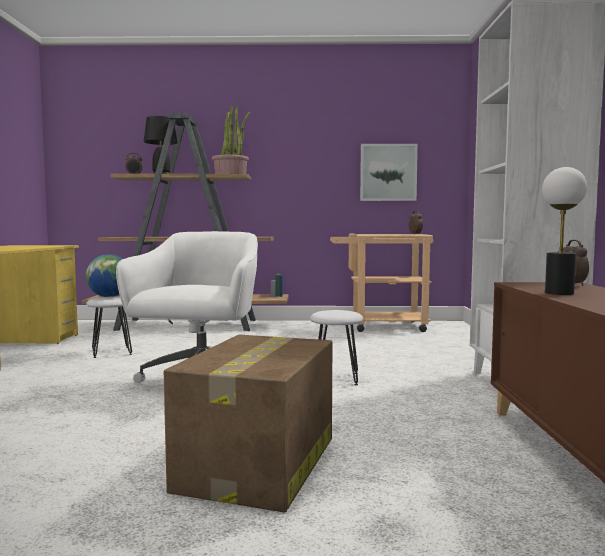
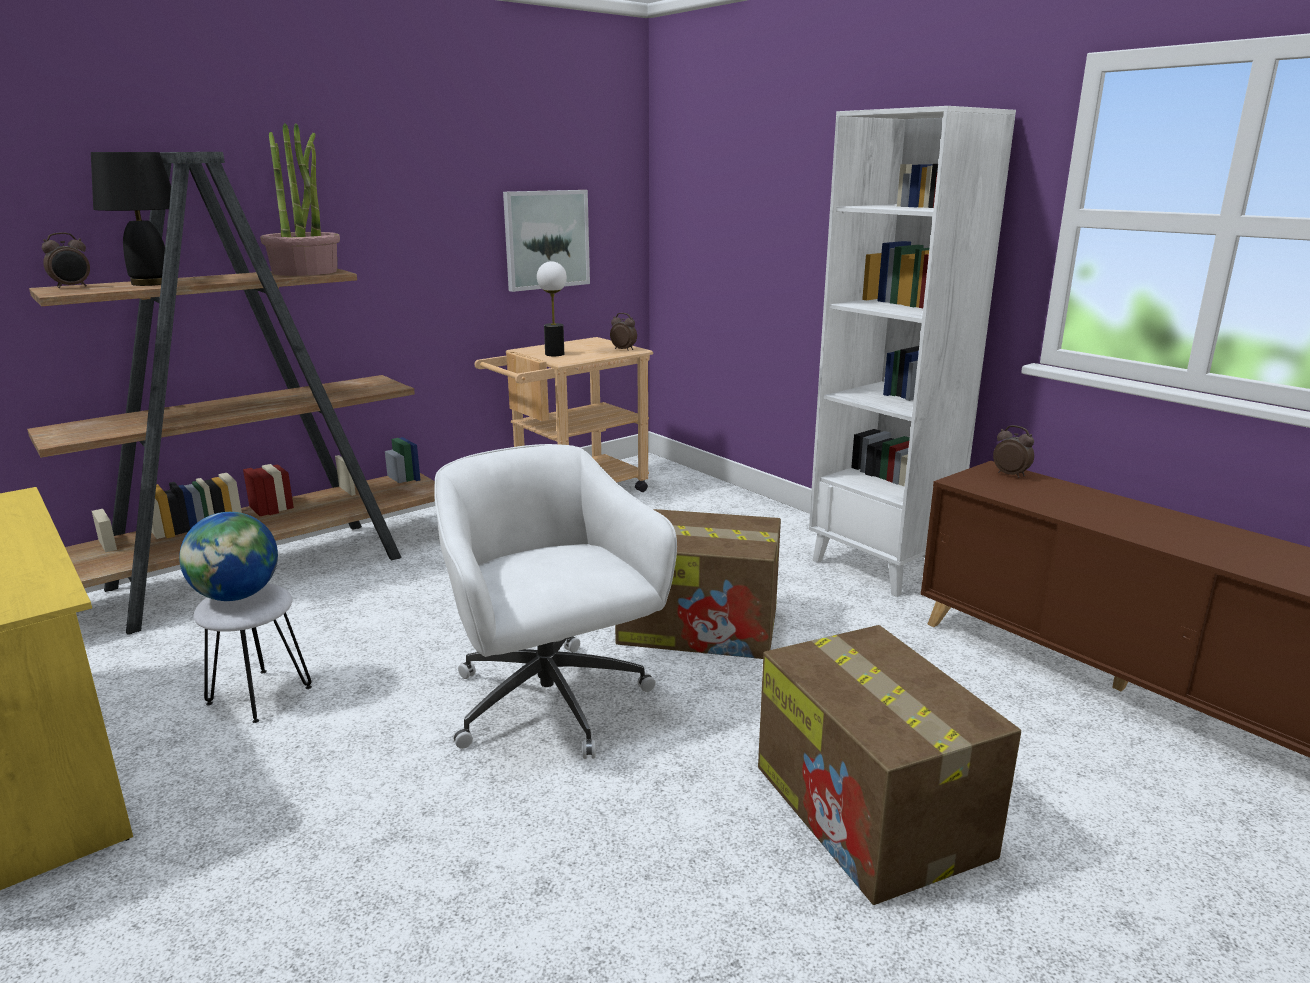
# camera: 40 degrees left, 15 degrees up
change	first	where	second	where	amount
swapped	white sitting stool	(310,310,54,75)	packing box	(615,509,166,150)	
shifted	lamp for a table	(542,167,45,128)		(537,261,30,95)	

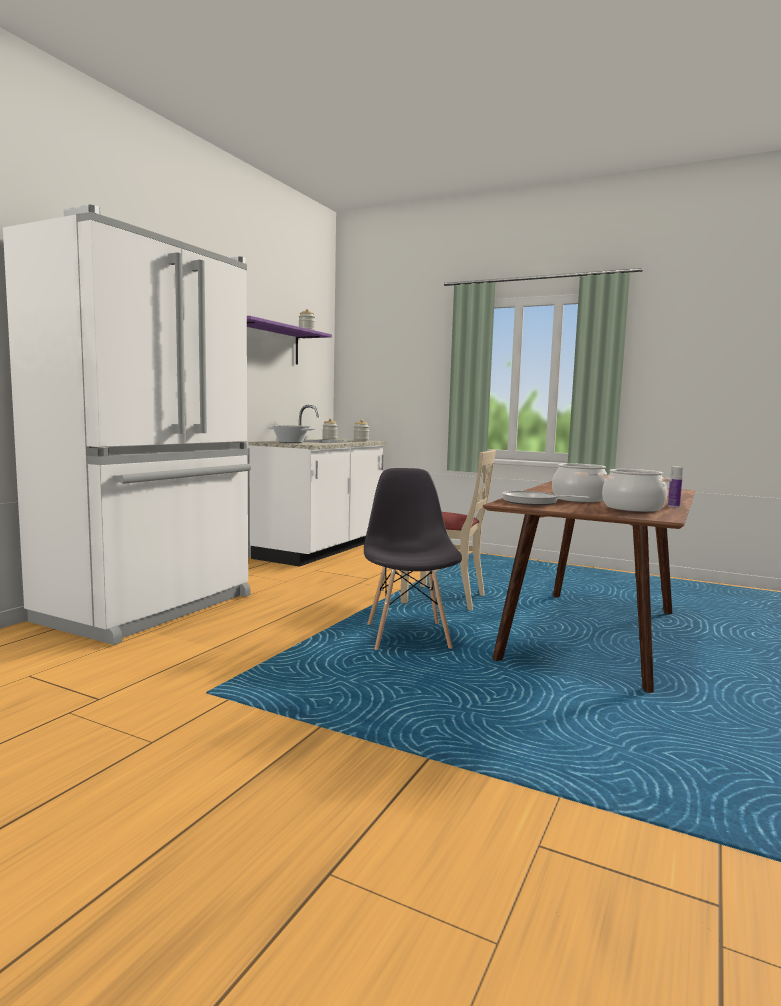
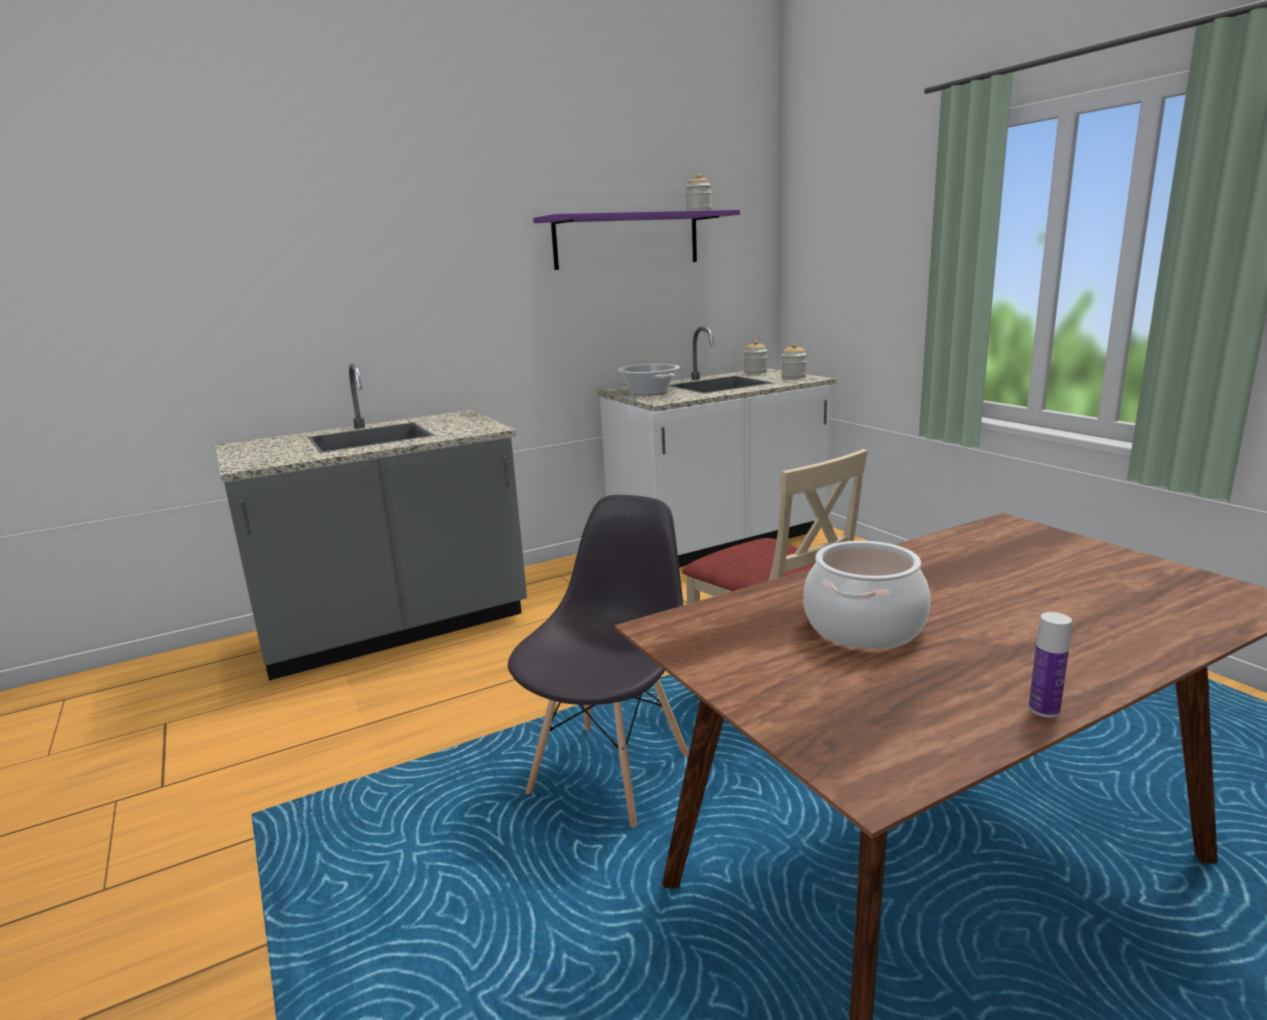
# camera: 35 degrees right, 10 degrees up
change	first	where	second	where	amount
swapped	white refrigerator	(3,204,248,441)	grey counter	(215,363,312,318)	
gone	frying pan	(502,491,88,14)			
gone	saucepot	(601,469,70,43)			

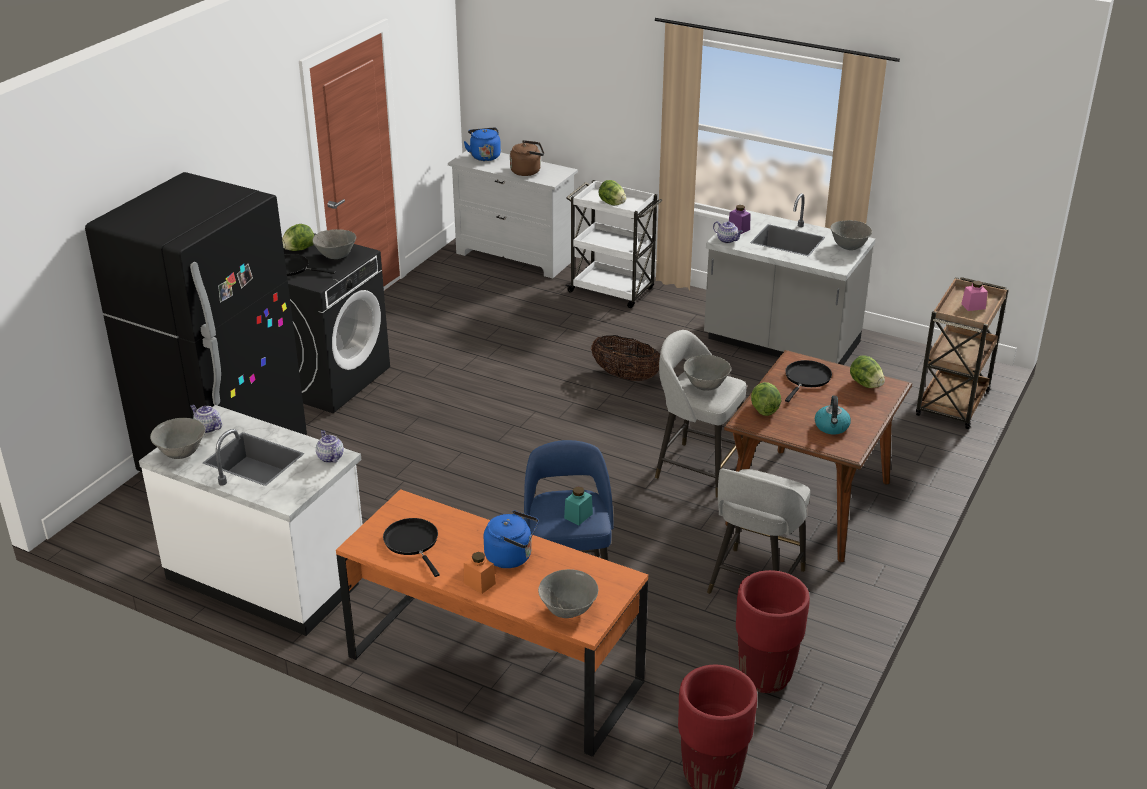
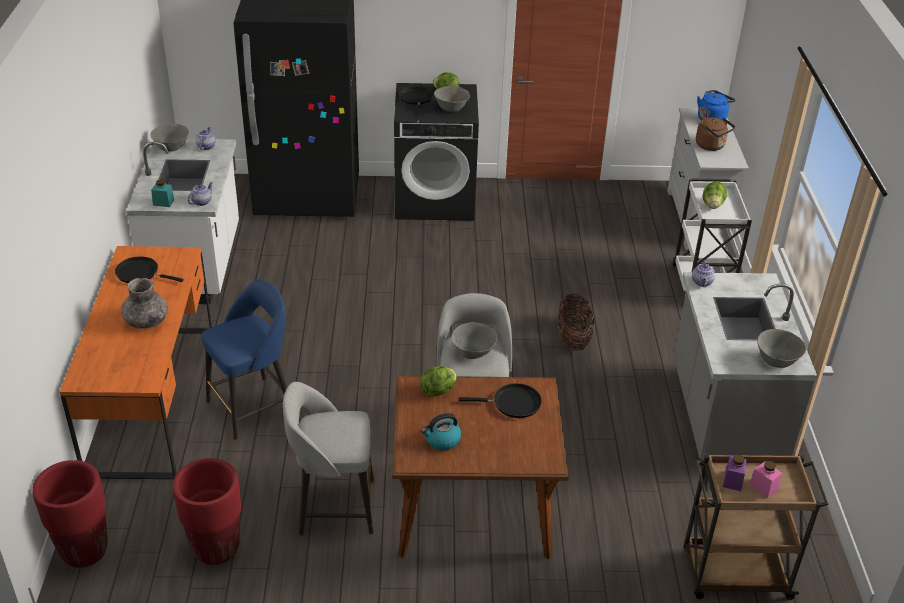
# camera: 60 degrees right, 5 degrees up
change	first	where	second	where	amount
rotated	blackish frying pan	(383,518,57,59)		(115,256,69,27)	105 degrees counterclockwise
gone	orange jar	(464,552,32,42)			
swapped	blue water kettle	(484,510,54,58)	grey flower vase	(121,278,47,51)	
gone	grey deep dish	(538,569,60,49)			
shifted	turquoise jar	(564,487,29,38)		(151,179,23,28)	
shifted	purple jar	(729,205,22,29)		(723,454,24,37)	
gone	lettuce head	(850,355,35,33)			

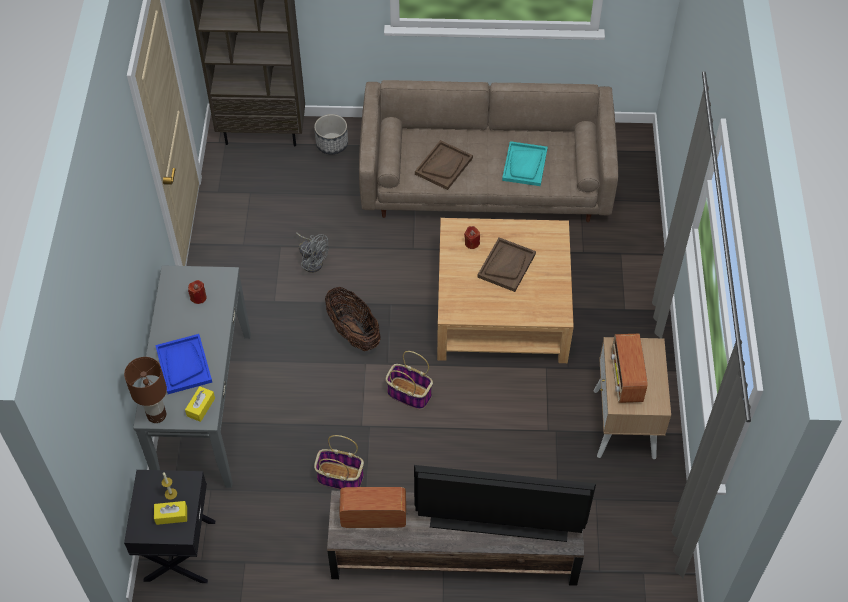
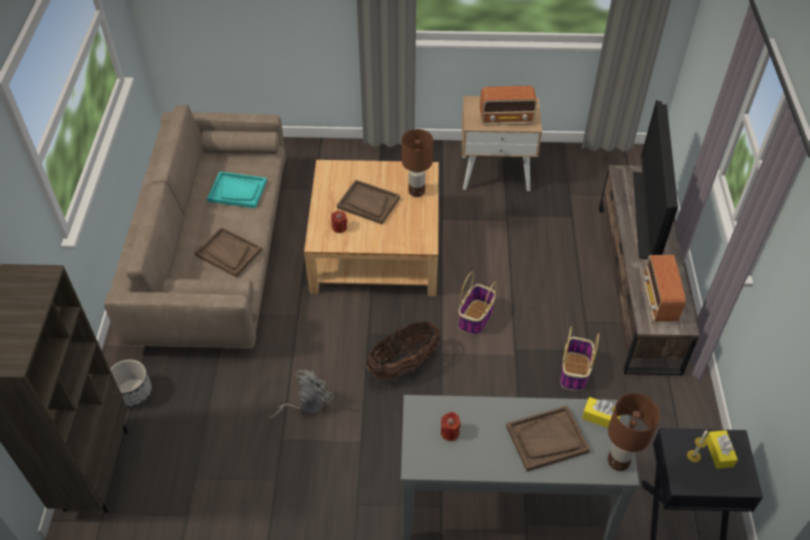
# camera: 90 degrees left, 5 degrees down
change	first	where	second	where	amount
repainted	blue serving tray	(155,334,57,60)	brown serving tray	(506,405,84,67)	
new			brown lamp for a table	(402,129,31,68)	

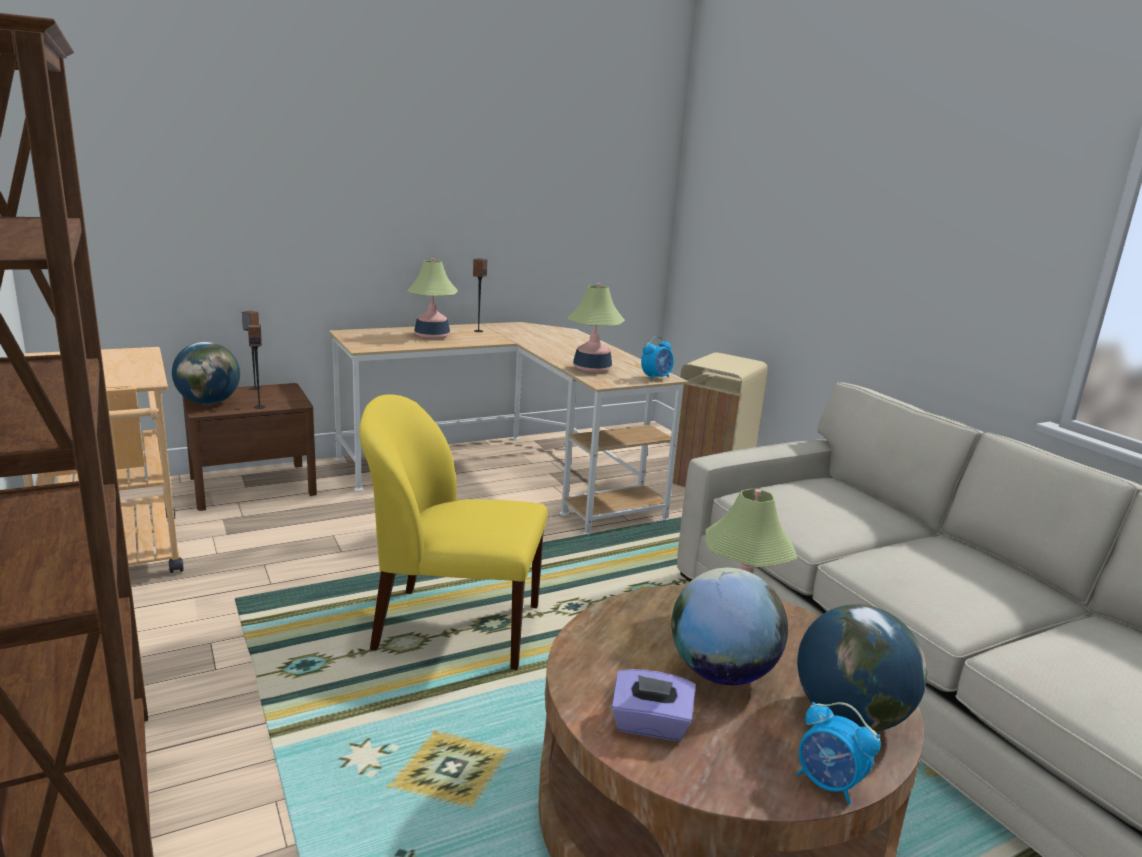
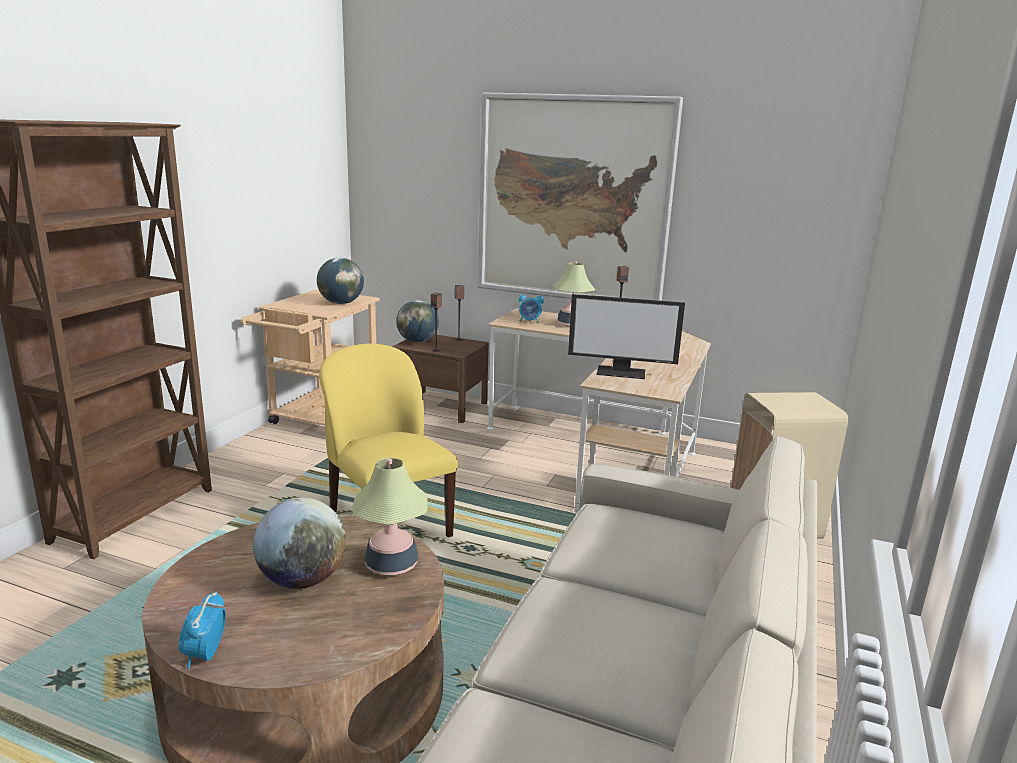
# camera: 50 degrees right, 0 degrees up
change	first	where	second	where	amount
swapped	lamp for a table	(566,283,59,90)	computer screen	(568,294,117,85)	
gone	purple tissue holder	(611,669,84,72)			
shifted	alarm clock	(641,336,33,45)		(518,291,26,32)	
shifted	desk globe	(797,604,130,127)		(317,258,47,46)	
new			picture	(478,92,205,209)	

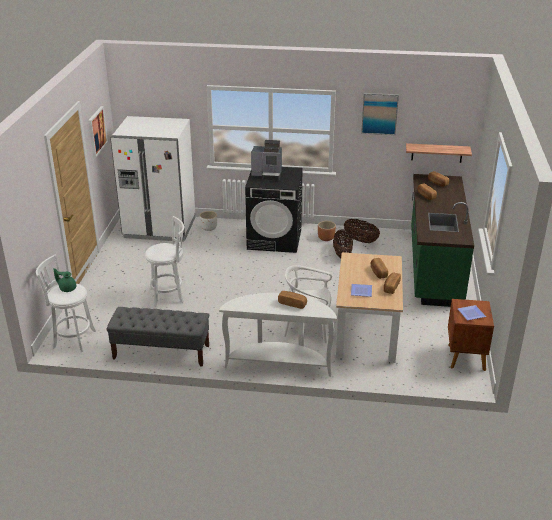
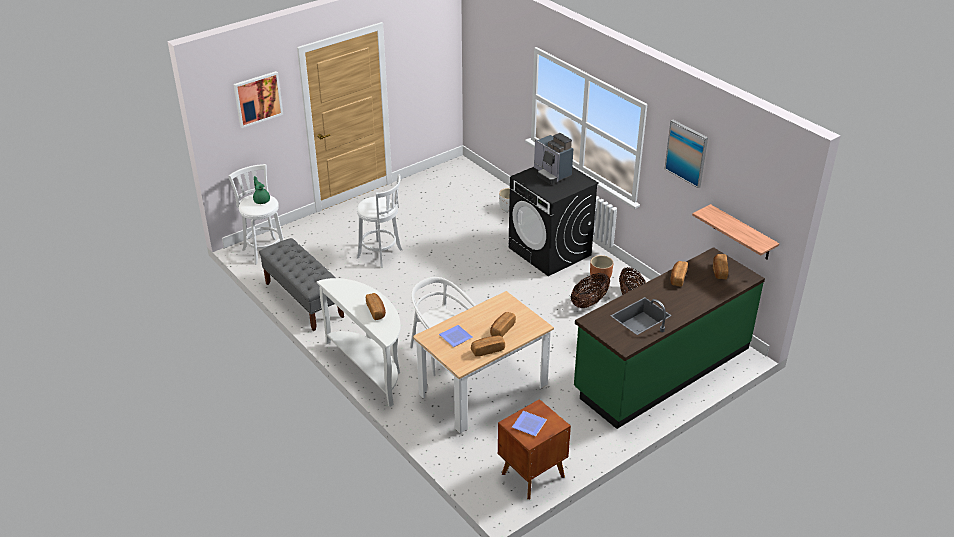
# camera: 45 degrees right, 5 degrees up
change	first	where	second	where	amount
shifted	picture	(88,106,20,51)		(234,71,49,57)	
gone	white refrigerator	(110,116,86,126)			

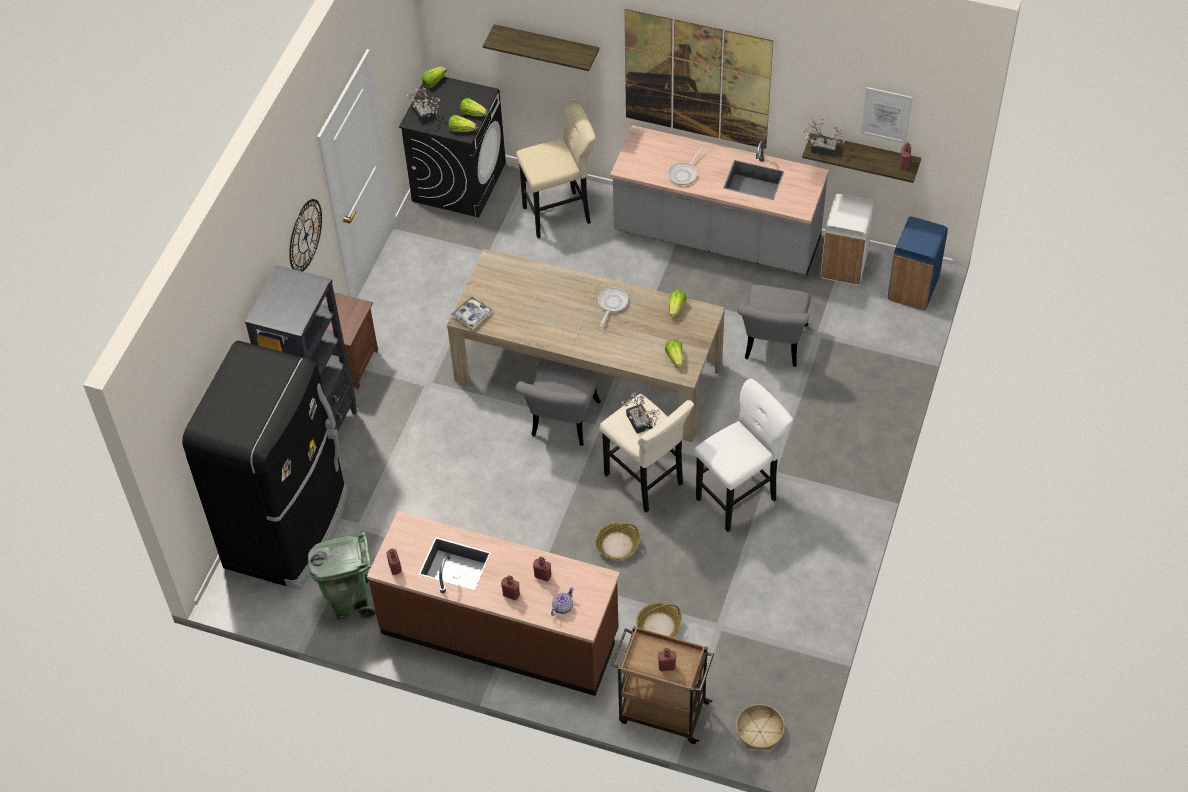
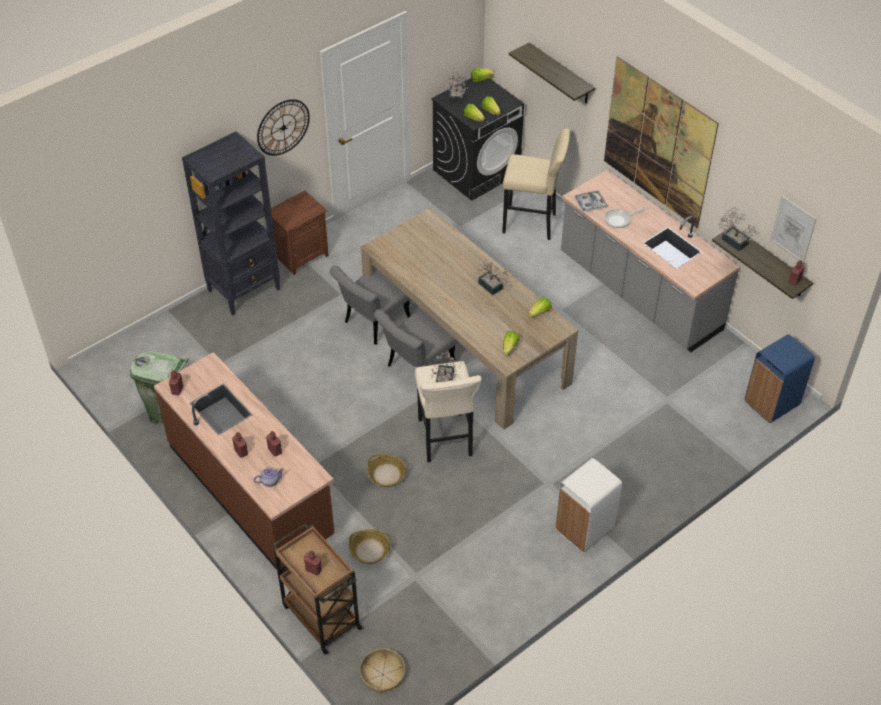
# camera: 30 degrees right, 5 degrees down
change	first	where	second	where	amount
gone	blackish refrigerator	(182,341,166,249)			
shifted	serving tray	(451,295,42,35)		(574,190,34,22)	
swapped	frying pan	(598,287,30,40)	plant in a pot	(474,261,38,34)	
gone	white sitting stool	(694,378,99,154)			
shifted	grey upright chair	(737,285,74,82)		(330,266,81,79)	
shifted	white waste bin	(821,194,54,91)		(555,458,67,95)	

